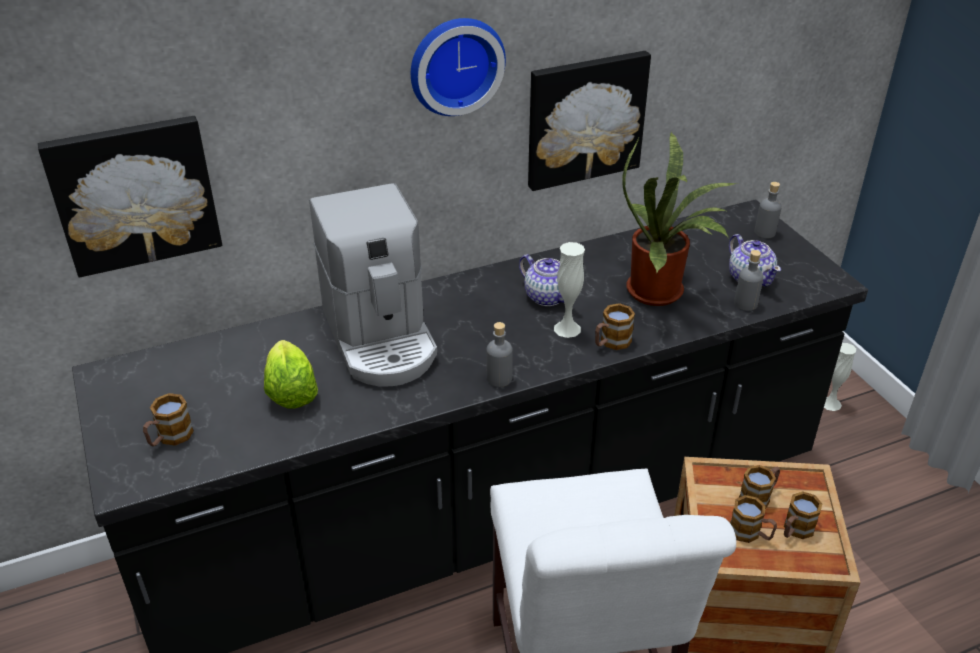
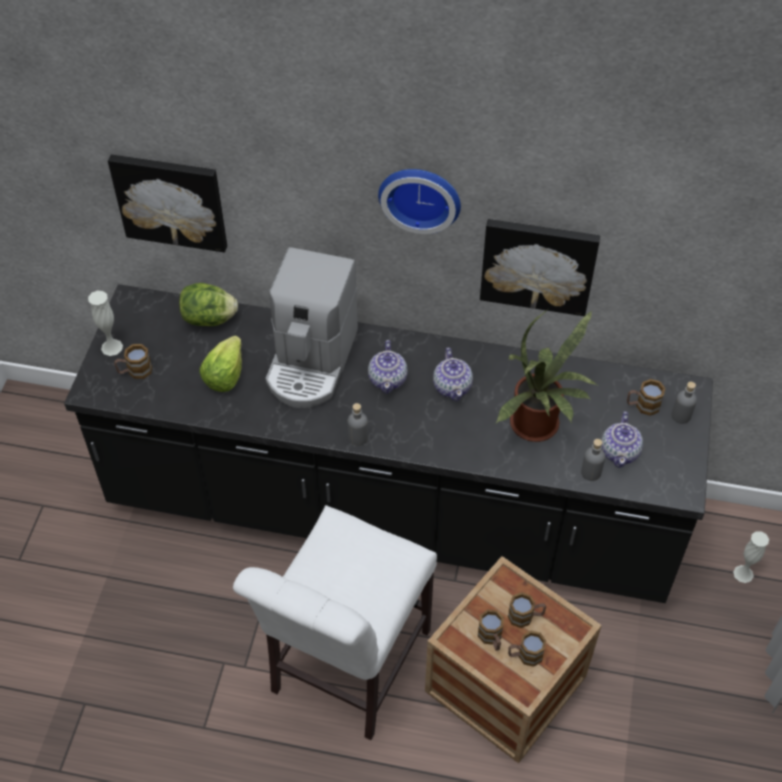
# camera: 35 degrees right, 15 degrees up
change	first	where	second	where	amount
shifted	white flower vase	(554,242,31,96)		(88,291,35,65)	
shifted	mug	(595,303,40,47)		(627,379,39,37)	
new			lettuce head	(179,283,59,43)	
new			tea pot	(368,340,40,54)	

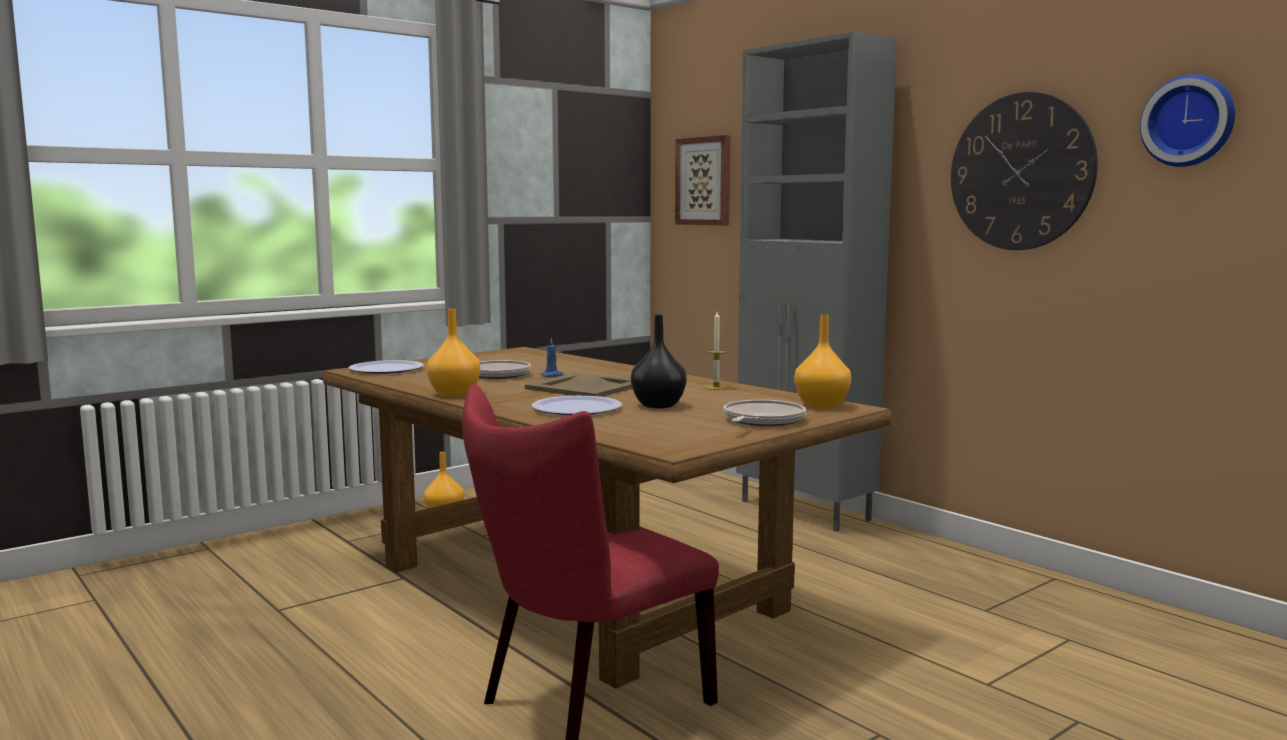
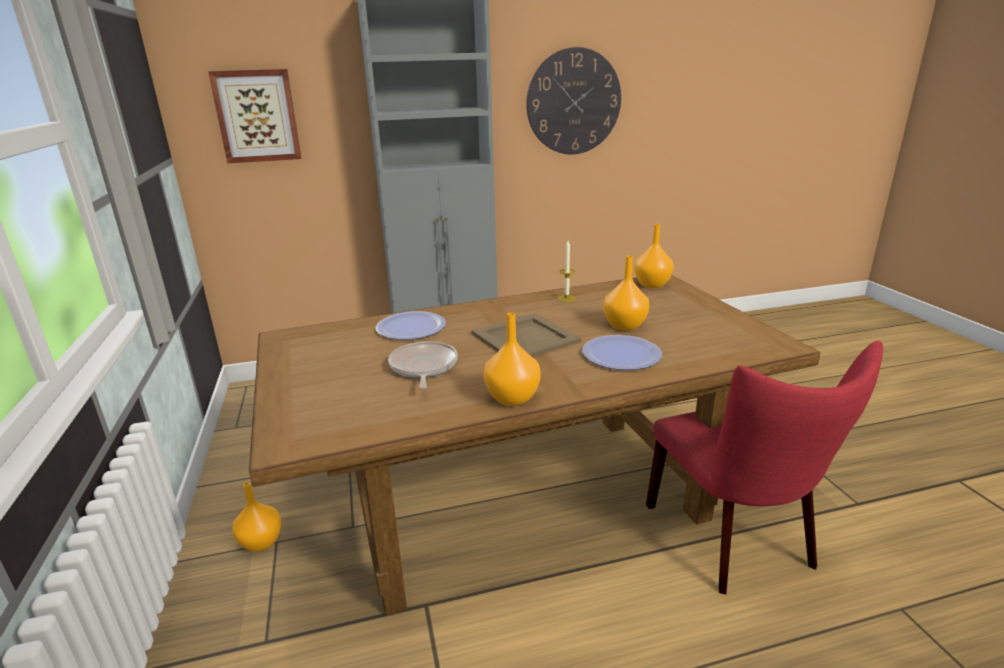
# camera: 65 degrees left, 15 degrees up
change	first	where	second	where	amount
shifted	flat dish	(349,360,75,14)		(376,311,70,29)	
gone	blue candle	(541,338,23,39)			
repainted	blackish flower vase	(631,315,56,93)	orange flower vase	(603,255,46,76)	
gone	frying pan	(723,399,83,27)			
gone	hanging clock	(1140,74,95,93)			

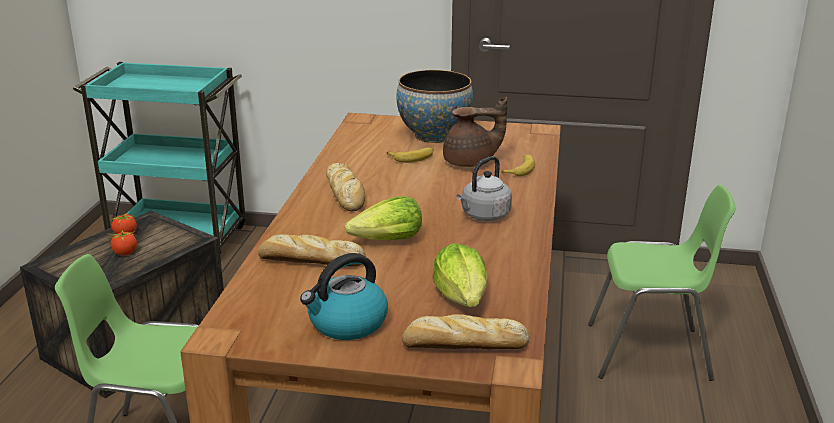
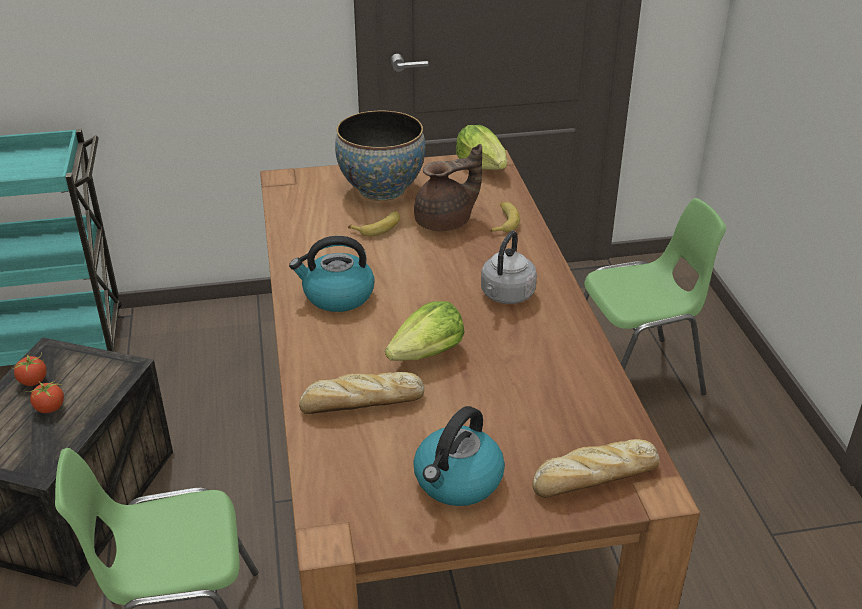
# camera: 20 degrees left, 10 degrees up
change	first	where	second	where	amount
swapped	baked bread	(326,163,39,48)	water kettle	(289,236,86,76)	
shifted	lettuce head	(432,243,56,64)		(456,125,51,45)	

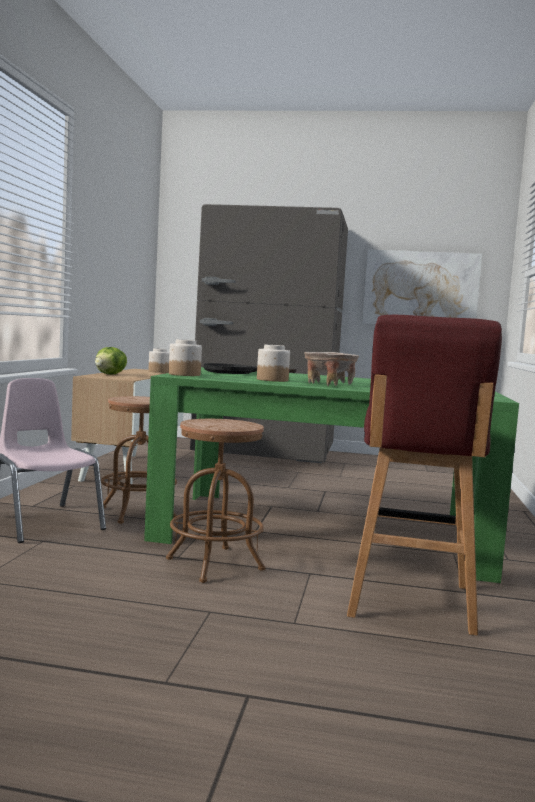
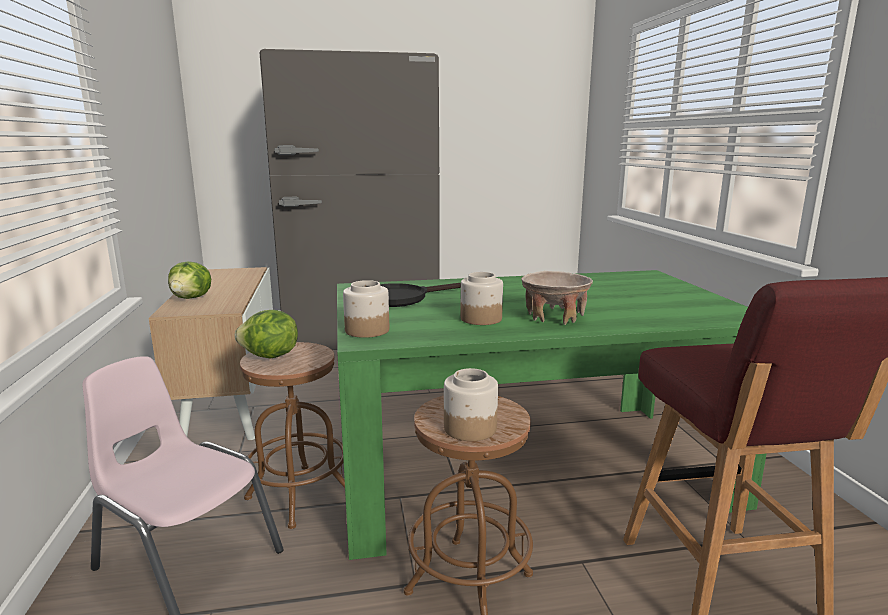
# camera: 20 degrees left, 10 degrees up
change	first	where	second	where	amount
shifted	jar	(148,348,21,25)		(444,368,54,73)	
gone	picture	(362,249,120,75)			
new			lettuce head	(235,310,63,49)	

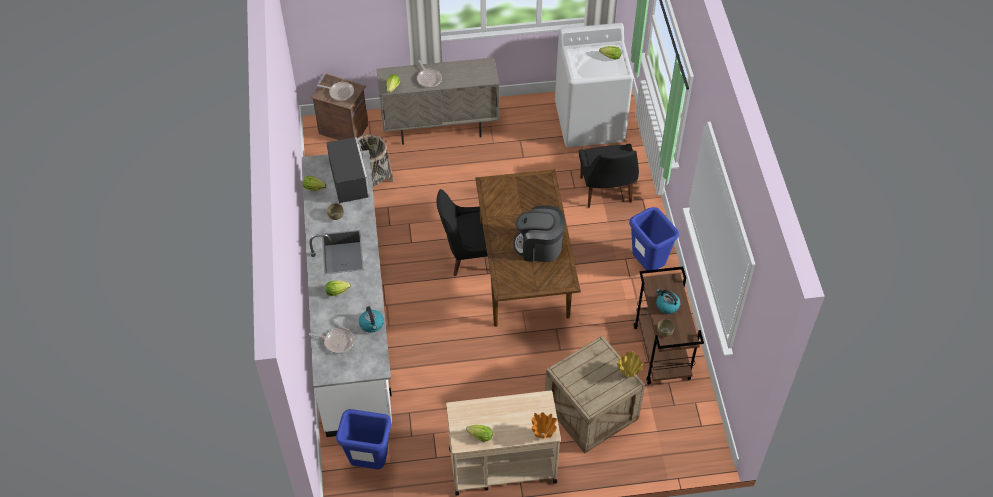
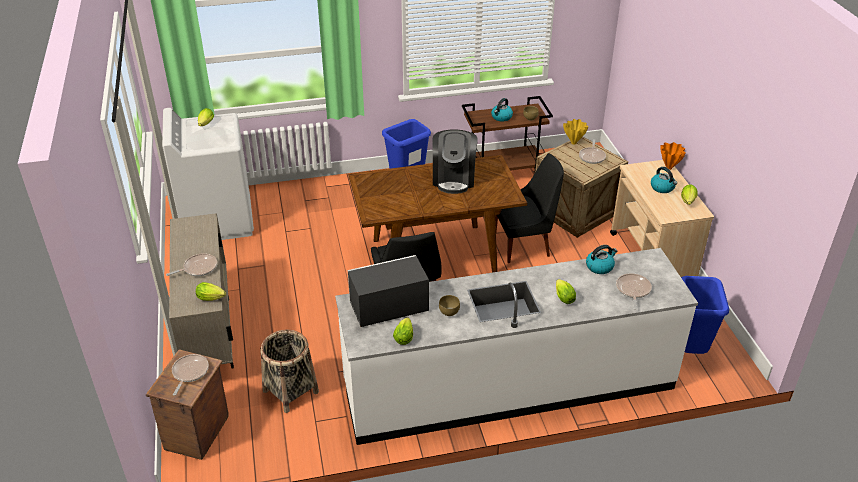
# camera: 95 degrees left, 15 degrees down
change	first	where	second	where	amount
shifted	blackish upright chair	(579,144,60,64)		(495,153,69,110)	
new			frying pan	(579,139,27,25)	
new			water kettle	(651,167,26,26)	

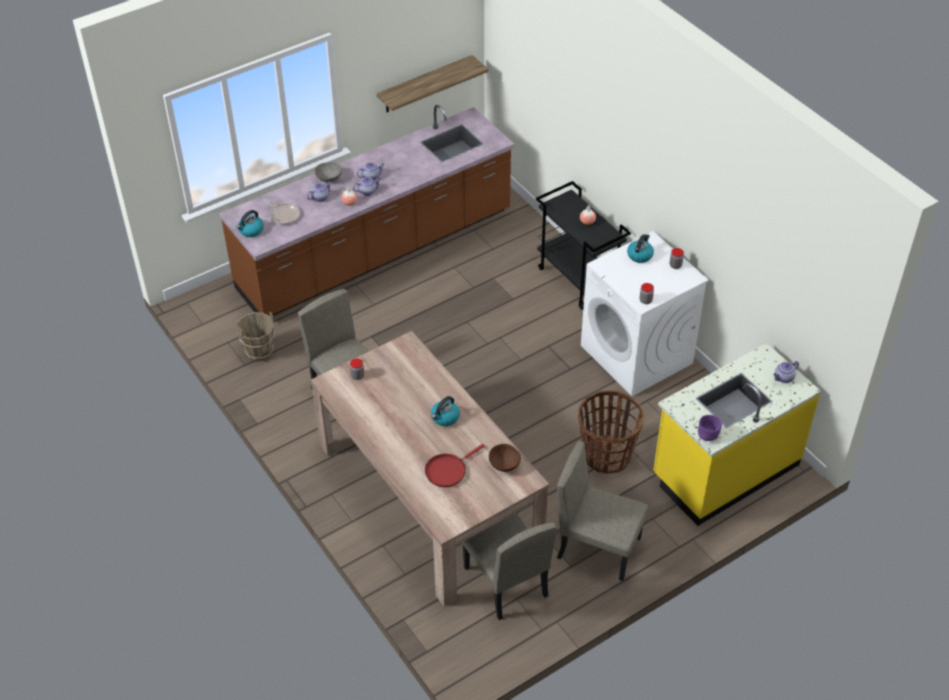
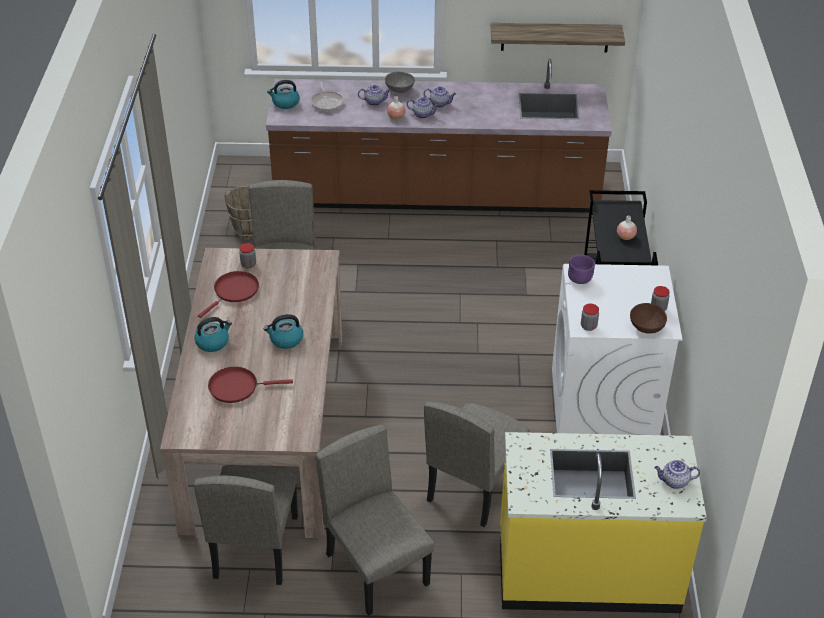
# camera: 35 degrees right, 5 degrees down
change	first	where	second	where	amount
shifted	brown deep dish	(489,444,32,28)		(630,303,37,31)	
swapped	basket	(578,390,66,84)	beige upright chair	(424,401,106,126)	
shifted	water kettle	(627,234,27,29)		(194,317,38,35)	
shifted	purple deep dish	(698,415,24,26)		(568,255,27,29)	
new			red-coloured frying pan	(198,271,61,47)	

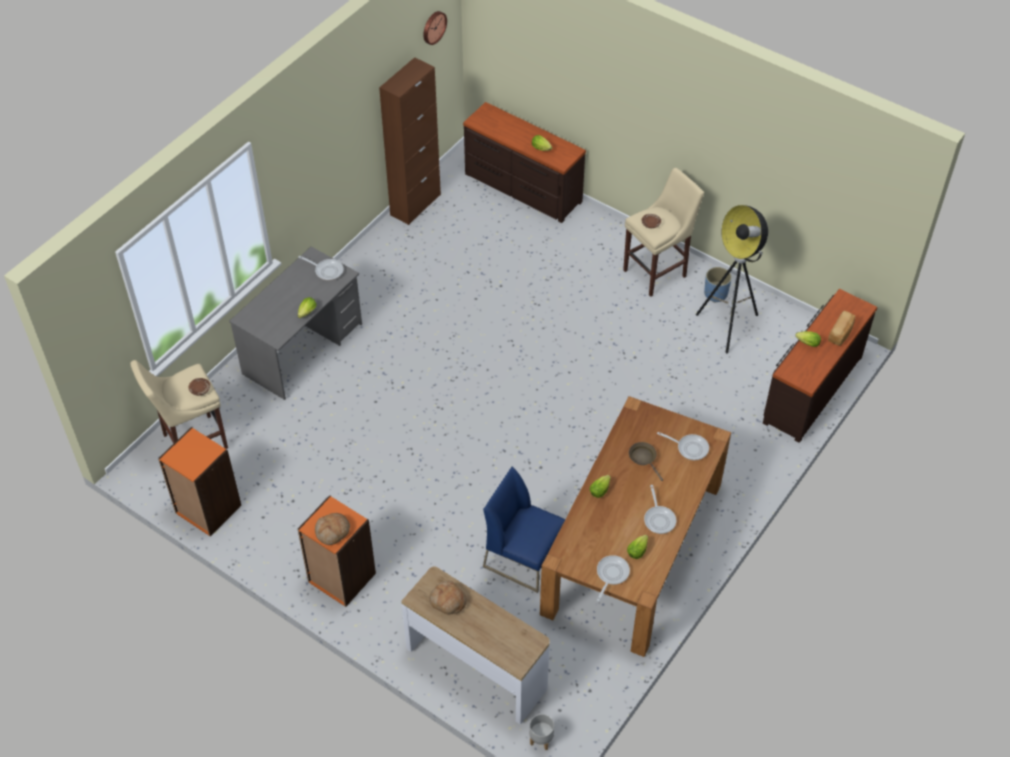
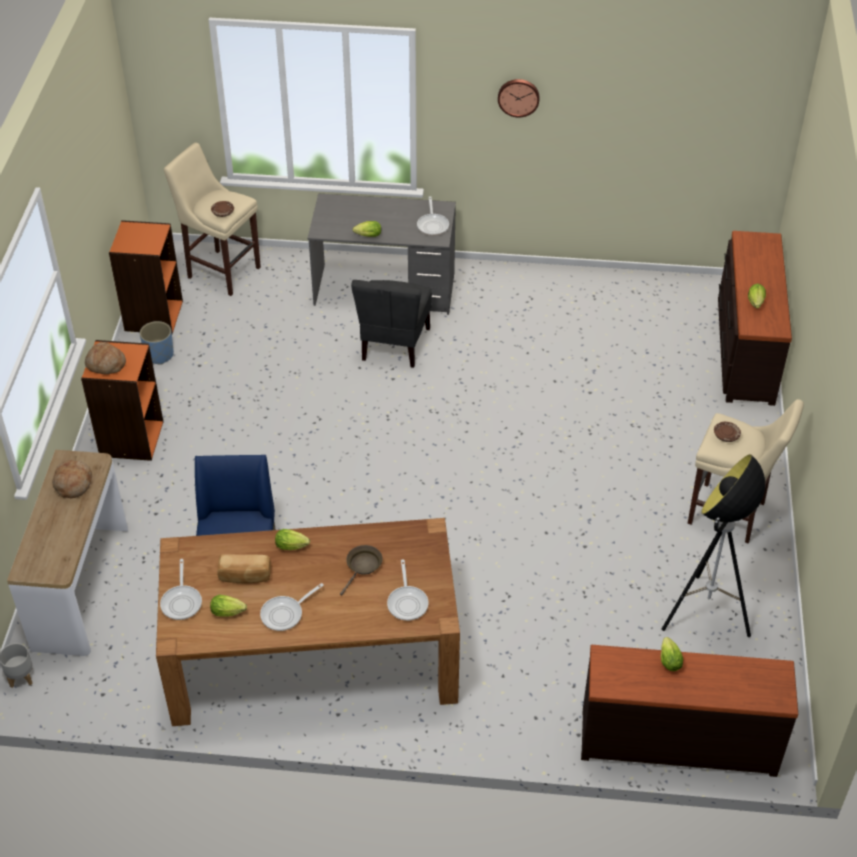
# camera: 60 degrees right, 5 degrees down
change	first	where	second	where	amount
gone	brown cupboard	(379,57,62,168)			
shifted	hanging clock	(423,11,24,34)		(498,79,42,39)	
rotated	frying pan	(596,555,34,47)		(160,559,42,61)	90 degrees clockwise
shifted	blue flower pot	(704,267,28,35)		(140,321,34,43)	
shifted	baked bread	(828,311,27,35)		(217,554,54,29)	
new			grey upright chair	(351,280,81,88)	

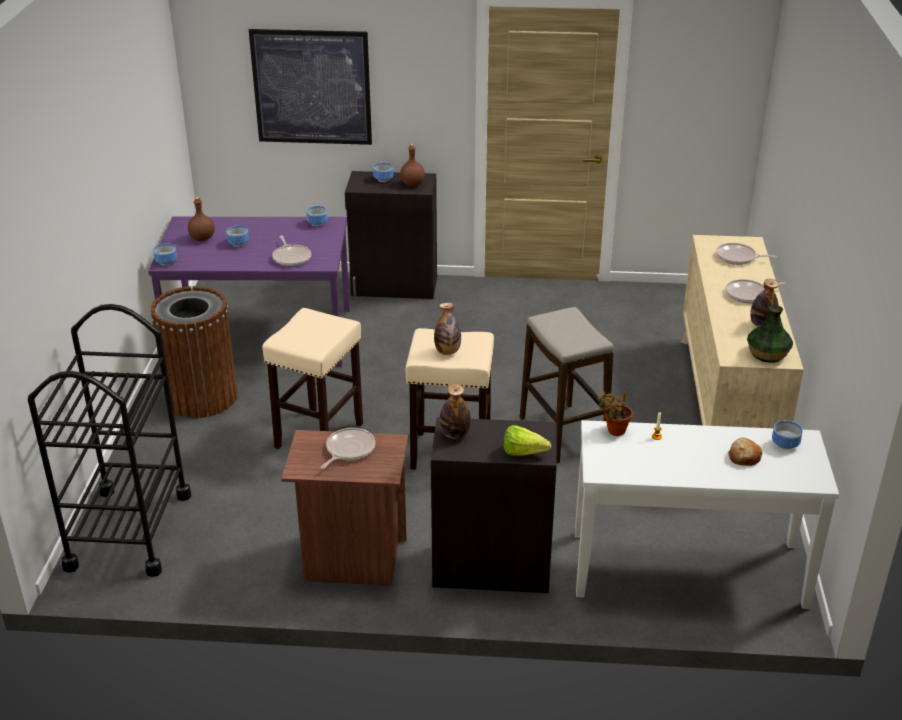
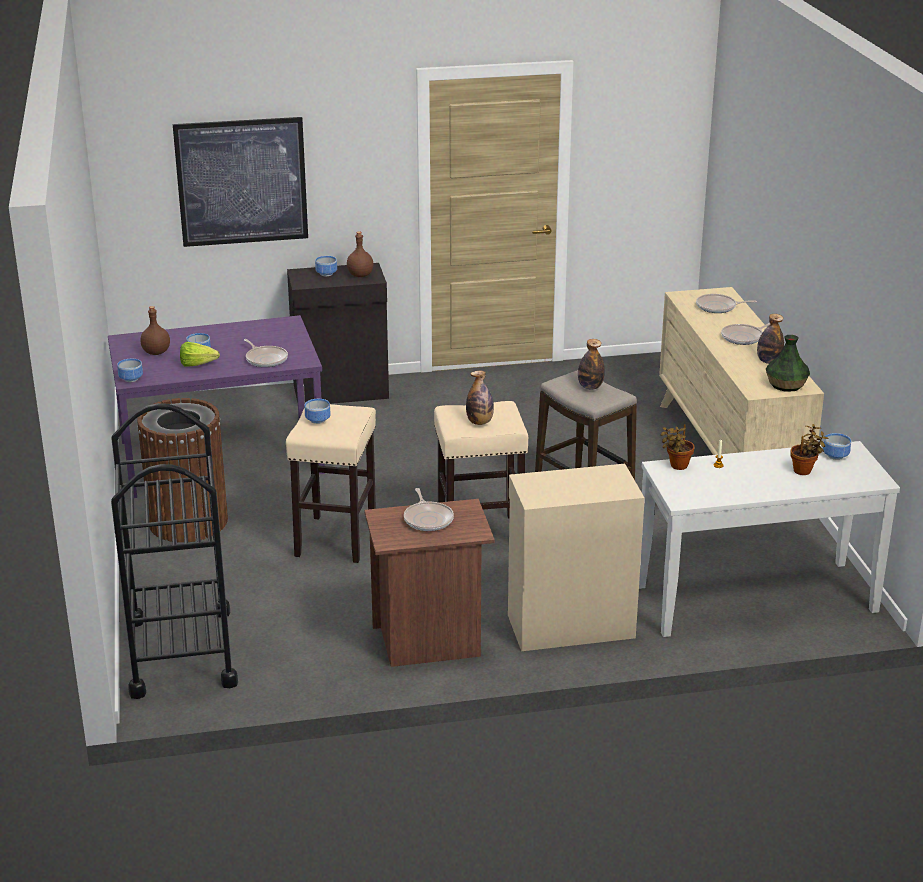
# camera: 15 degrees left, 5 degrees down
change	first	where	second	where	amount
shifted	deep dish	(306,206,22,20)		(305,399,26,25)	
rotated	frying pan	(321,428,54,41)		(404,488,50,43)	150 degrees clockwise
repainted	blackish cupboard	(431,417,126,176)	beige cupboard	(508,464,137,187)	
shifted	bottle	(440,384,31,55)		(578,339,27,51)	
shifted	lettuce head	(503,425,48,31)		(180,342,40,25)	
swapped	baked bread	(728,438,35,28)	plant in a pot	(791,424,38,51)	

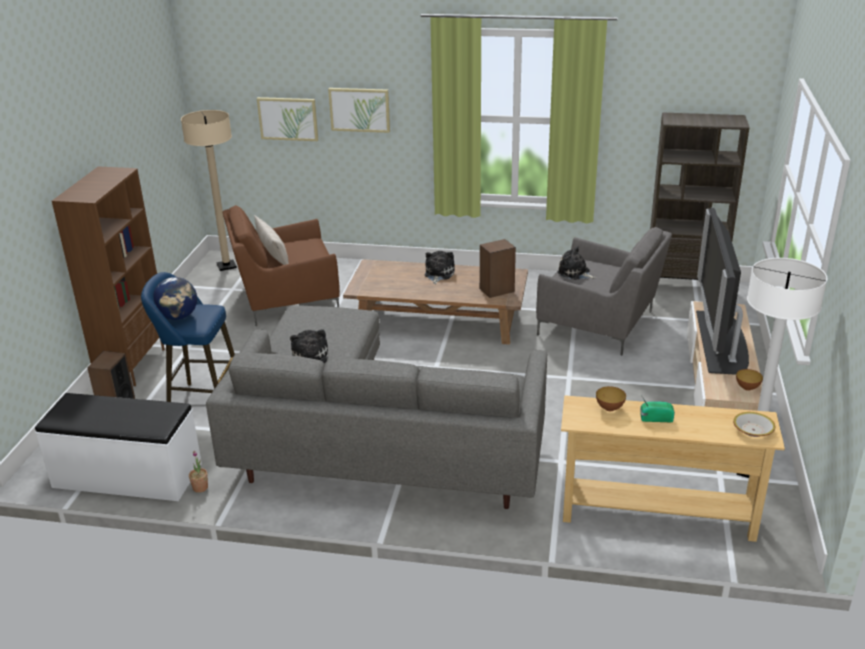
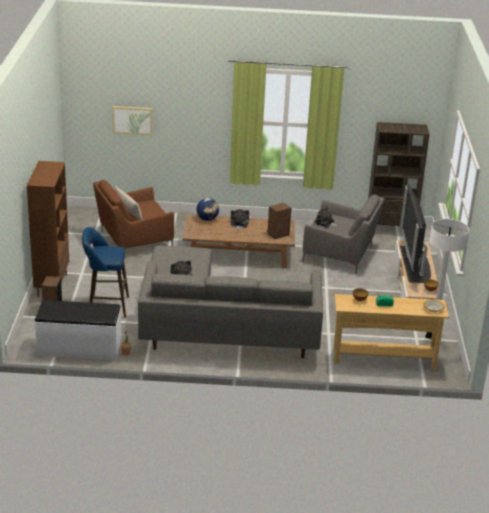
# camera: 10 degrees left, 0 degrees up
change	first	where	second	where	amount
shifted	desk globe	(153,277,44,43)		(197,198,22,23)	
gone	beige standing lamp	(181,110,56,161)			
gone	picture	(328,88,62,45)			

